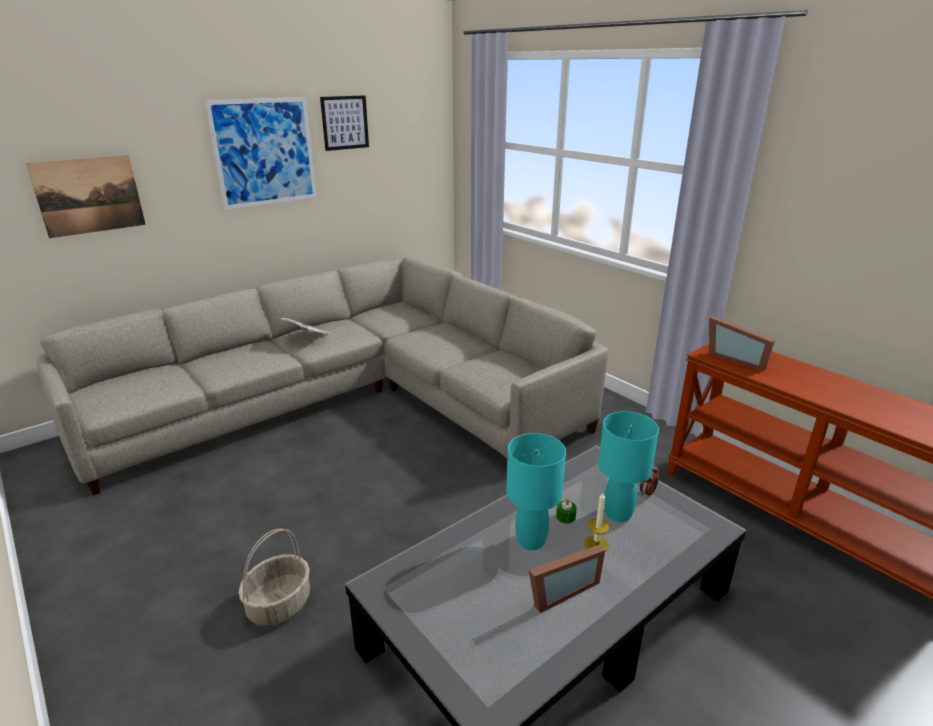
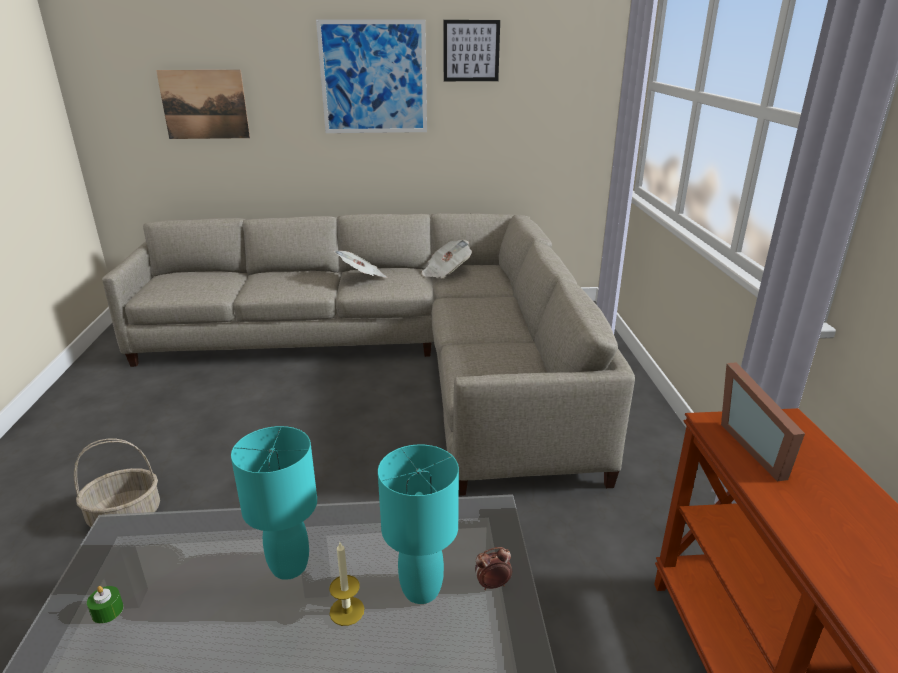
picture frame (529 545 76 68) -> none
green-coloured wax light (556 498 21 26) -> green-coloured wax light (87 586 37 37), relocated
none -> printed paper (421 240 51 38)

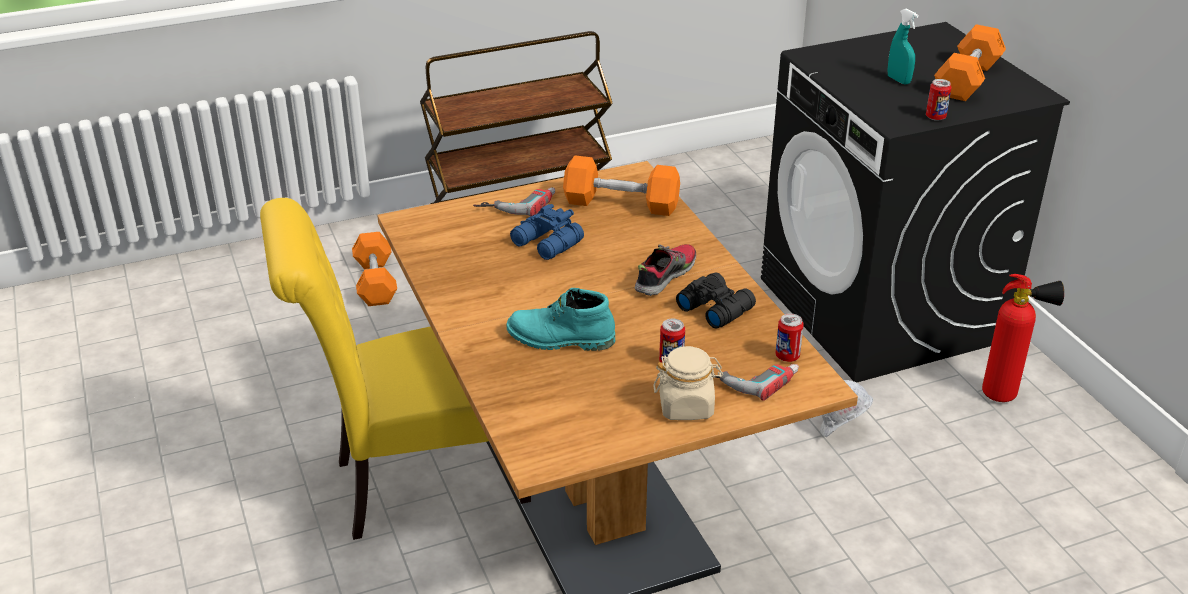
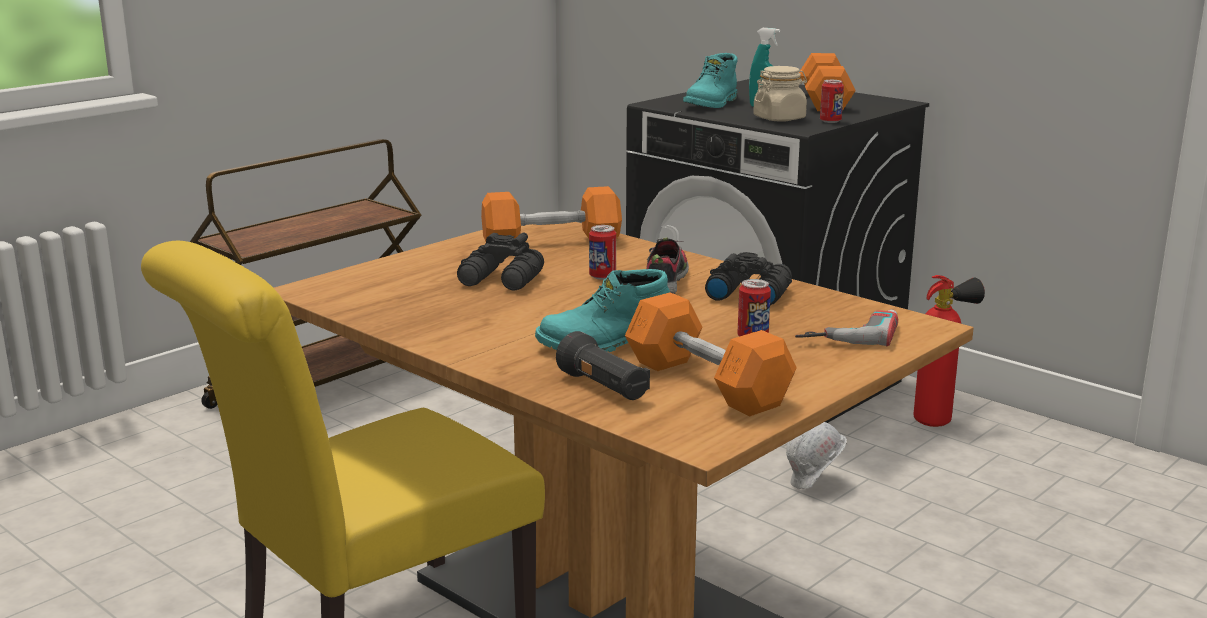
orangey hand weight (352 232 45 74) -> orangey hand weight (625 292 172 124), relocated
power drill (473 187 82 30) -> none
bluish field glasses (510 204 74 56) -> blackish field glasses (457 232 87 59)
sand-coloured storage jar (653 346 70 74) -> sand-coloured storage jar (753 66 54 56), relocated
metal can (775 313 29 49) -> metal can (589 225 27 55), relocated
none -> blackish flashlight (556 331 94 69)
none -> blue-green boot (683 53 55 55)

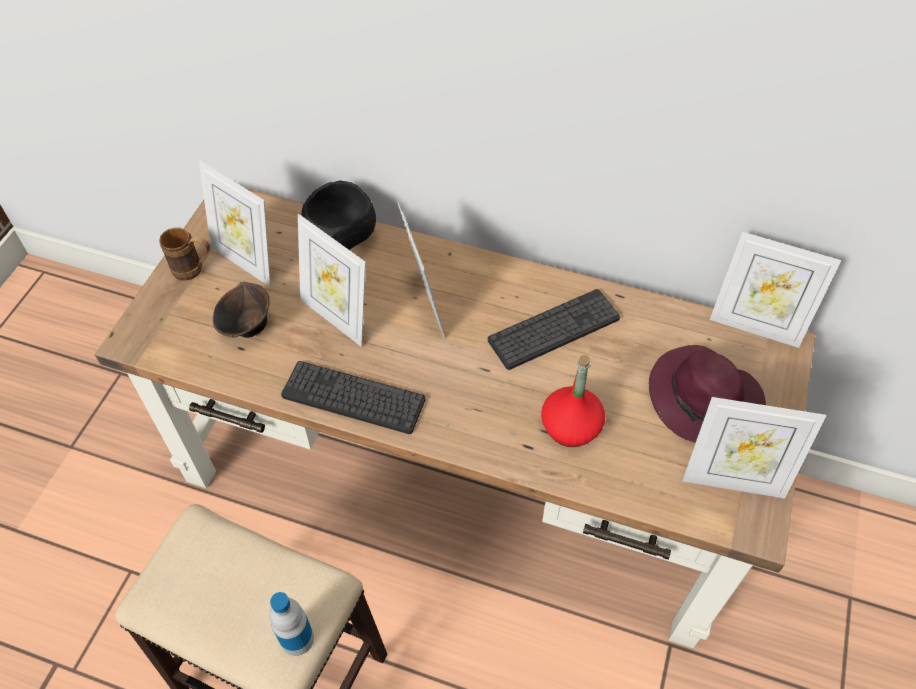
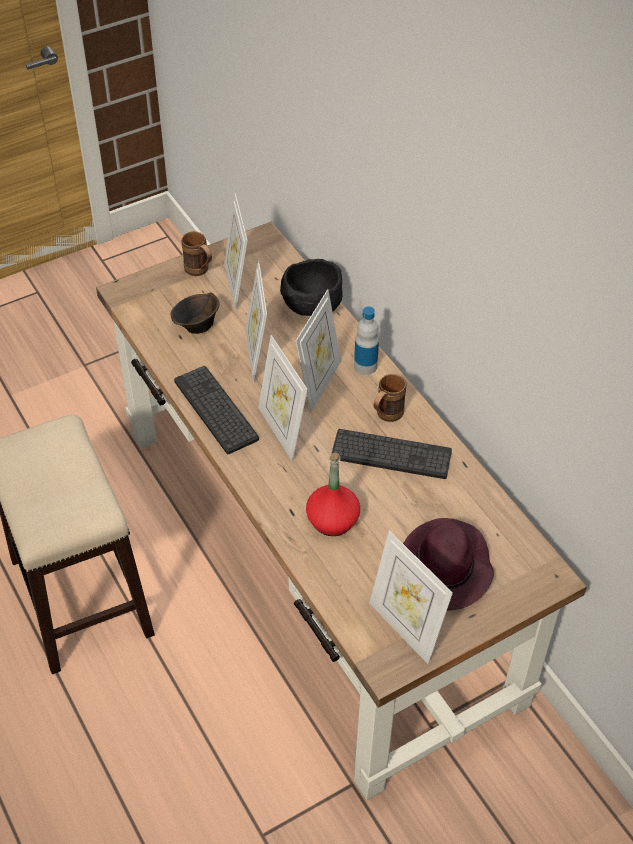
beverage bottle (269 592 45 64) -> beverage bottle (354 306 25 69), relocated
picture frame (710 232 131 116) -> picture frame (258 335 50 126), relocated
none -> brown coffee mug (373 374 33 48)

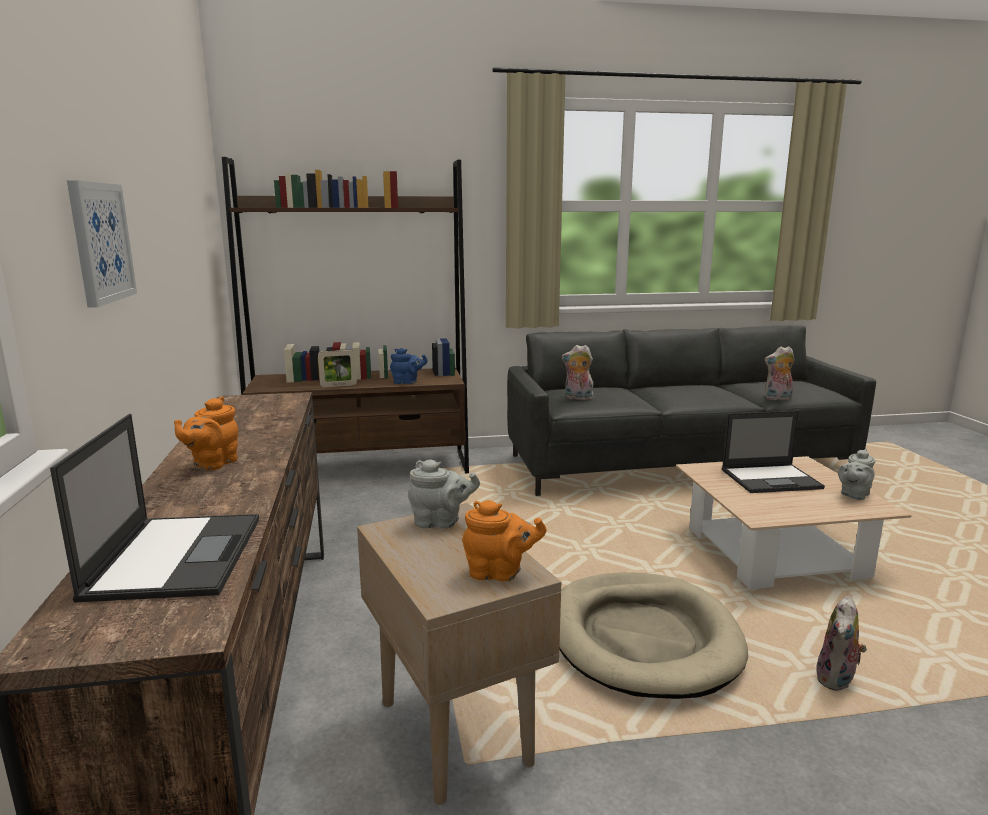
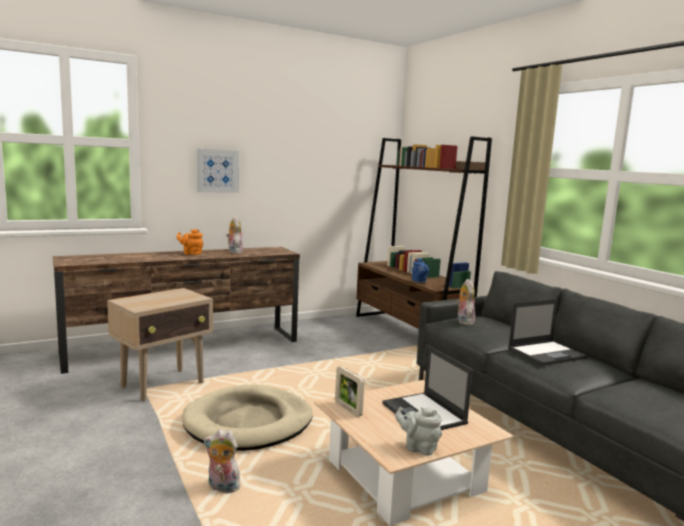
portable computer (50 414 209 189) -> portable computer (508 299 80 67), relocated
picture frame (318 350 39 37) -> picture frame (335 366 29 51), relocated
greyish tea pot (408 460 72 68) -> none
orangey tea pot (463 500 84 81) -> none
cuddly toy (765 346 30 54) -> cuddly toy (226 216 17 38), relocated

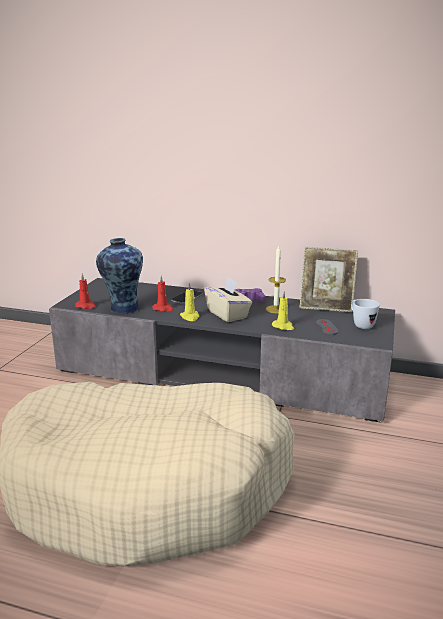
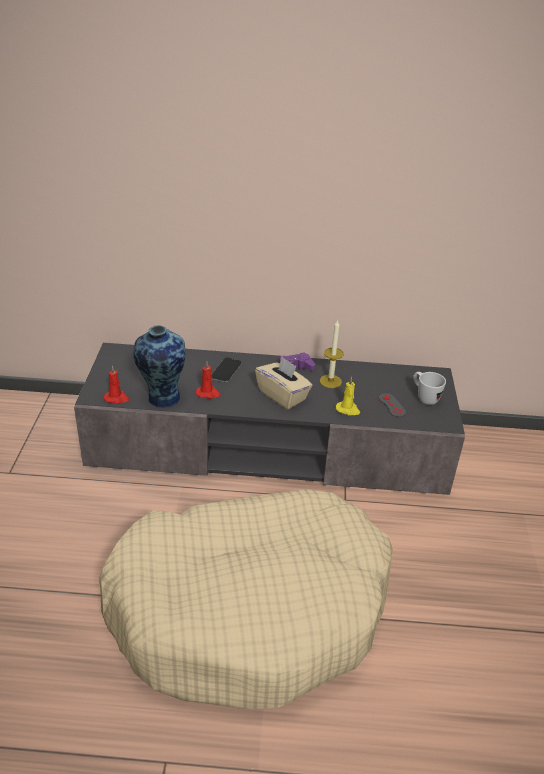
yellow wax light (180 283 19 38) -> none
picture frame (300 247 58 65) -> none

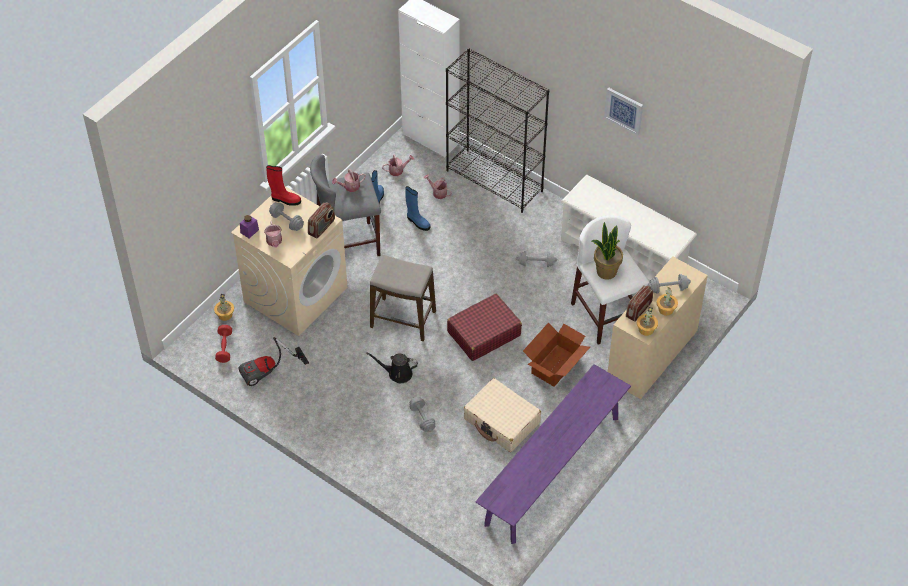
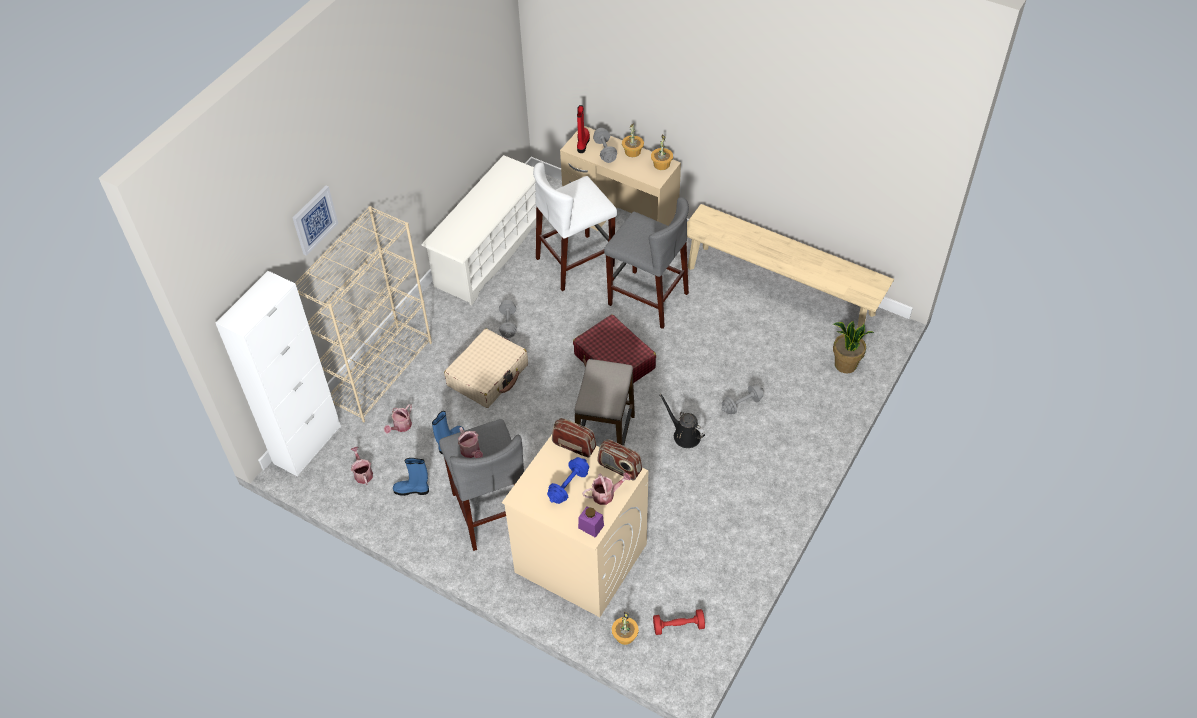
vacuum (238 337 71 49) -> none
red-coloured boot (266 165 35 41) -> red-coloured boot (577 105 13 48), relocated
greyish hand weight (269 202 35 29) -> bluish hand weight (547 457 42 47)
blackish sprinkling can (366 352 52 31) -> blackish sprinkling can (659 394 46 54), 135 degrees clockwise
blackish bookshelf (446 48 103 165) -> sand-coloured bookshelf (295 206 137 216)
sand-coloured piece of luggage (463 378 78 74) -> sand-coloured piece of luggage (444 328 84 80), relocated
purple bench (475 364 156 180) -> sand-coloured bench (687 204 207 124)
carton (523 322 67 65) -> greyish stool (604 197 85 132)
plant in a pot (591 222 32 58) -> plant in a pot (833 321 41 52), relocated
wall picture (604 87 39 48) -> wall picture (293 185 45 71), relocated
radio (626 285 27 37) -> radio (597 439 45 41), relocated

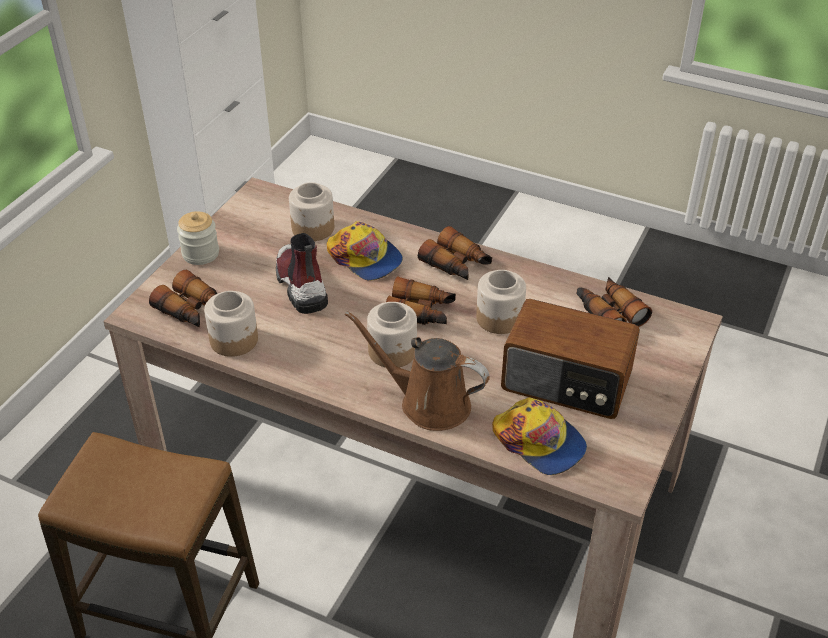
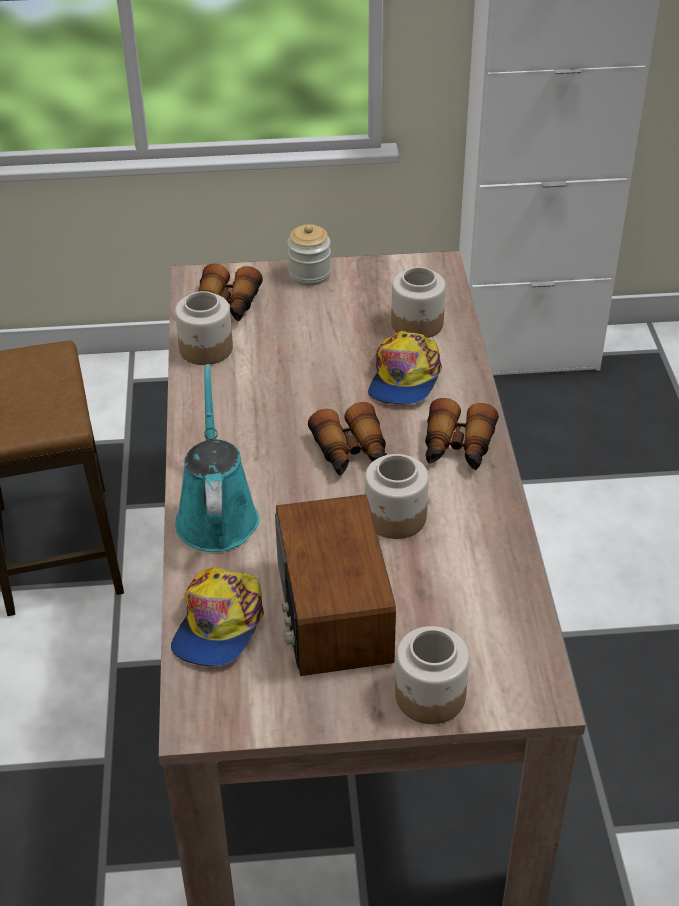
boot (276 233 52 81) -> none
brown sprinkling can (344 311 146 120) -> blue-green sprinkling can (175 364 84 188)
storage jar (367 302 50 66) -> storage jar (395 626 74 98), relocated
field glasses (577 277 75 50) -> none

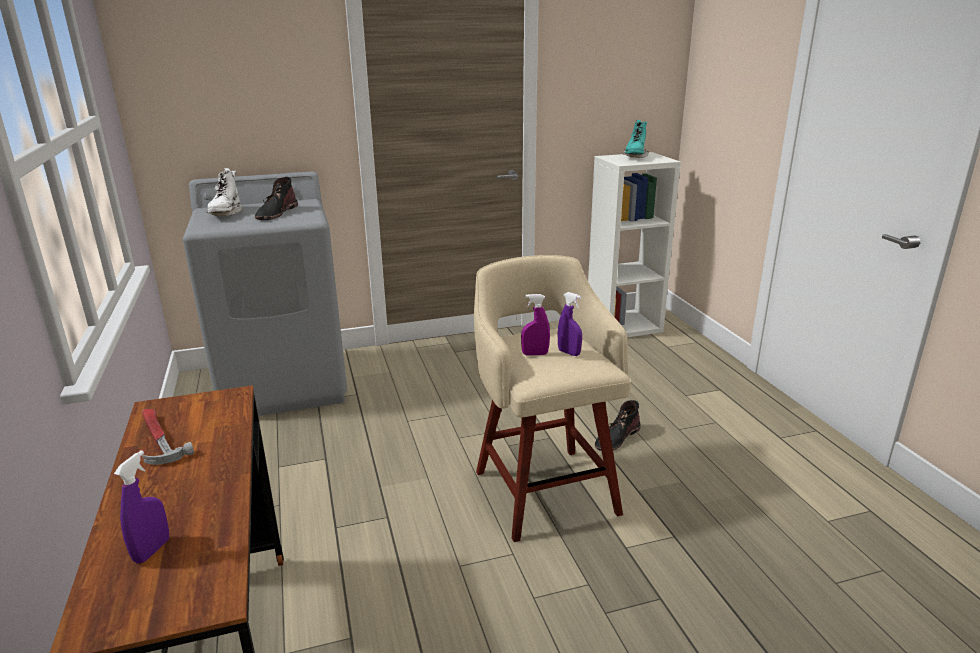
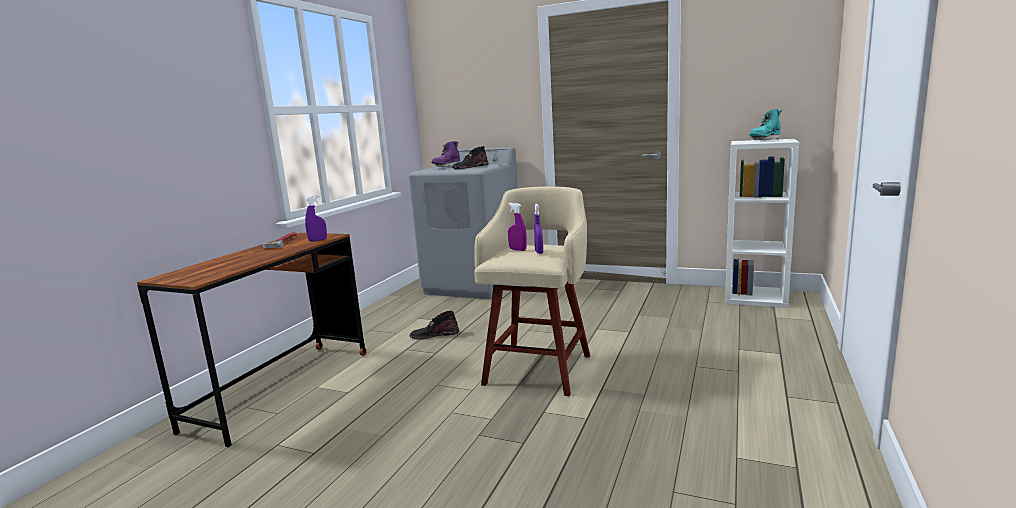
purple hand sprayer (114 450 55 114) -> purple hand sprayer (305 195 22 47), relocated
whitish boot (206 168 36 48) -> purple boot (431 141 29 26)
blackish boot (595 400 46 51) -> blackish boot (410 311 49 28), relocated

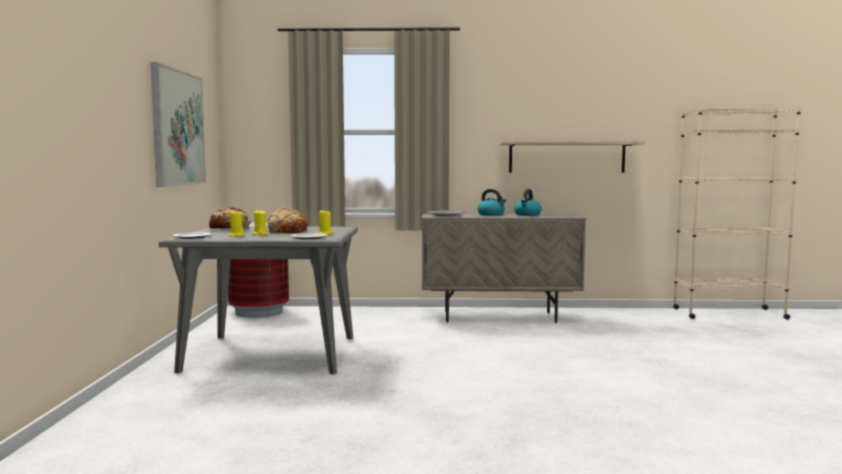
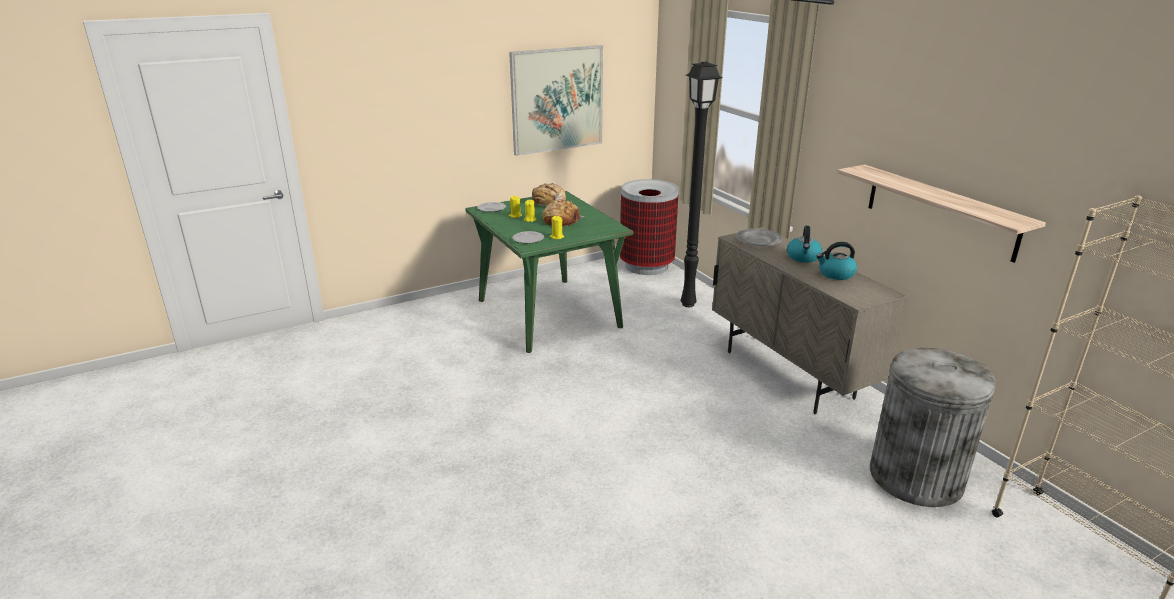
greyish dining table (159 226 199 149) -> green-coloured dining table (466 191 168 162)
none -> blackish standard lamp (680 62 43 245)
none -> greyish rubbish bin (870 348 126 159)

